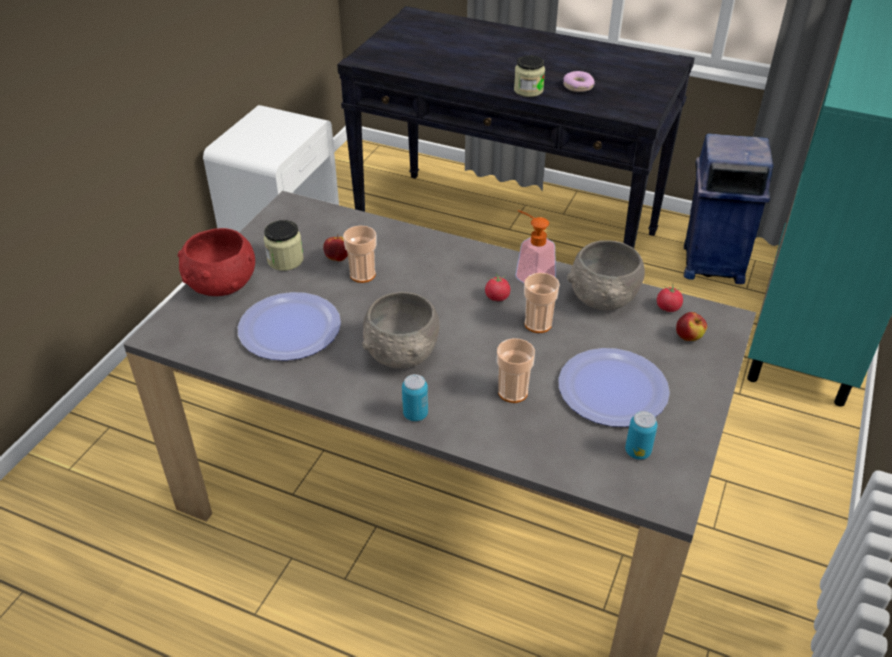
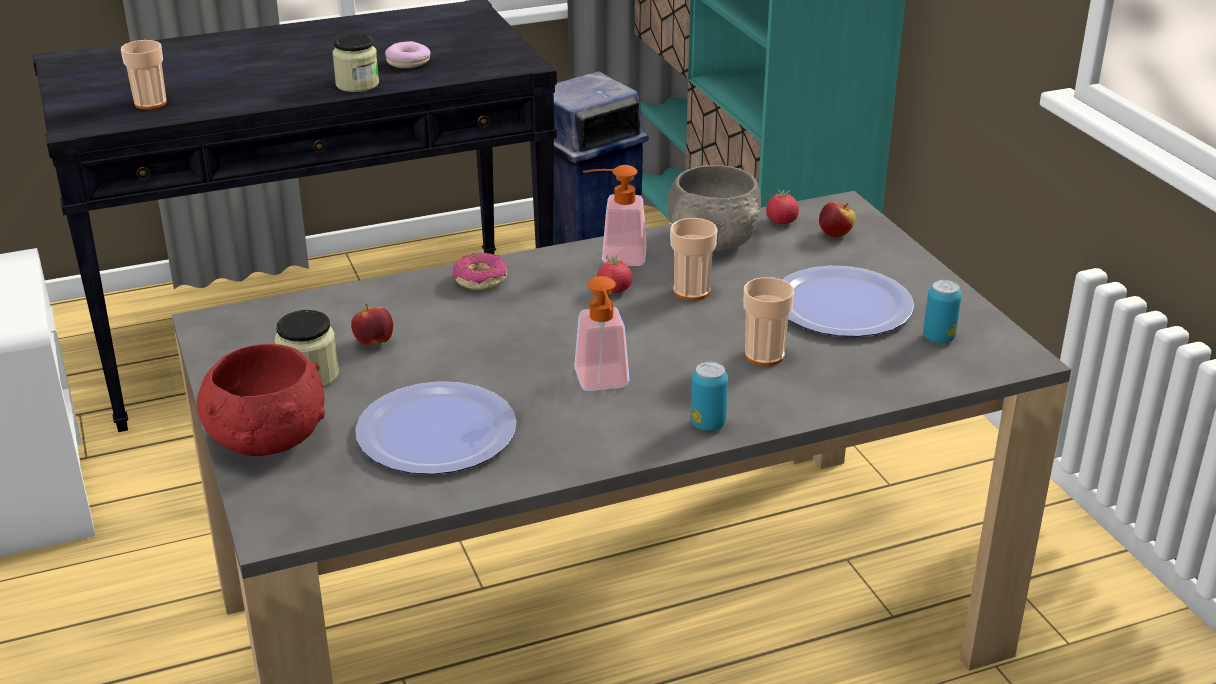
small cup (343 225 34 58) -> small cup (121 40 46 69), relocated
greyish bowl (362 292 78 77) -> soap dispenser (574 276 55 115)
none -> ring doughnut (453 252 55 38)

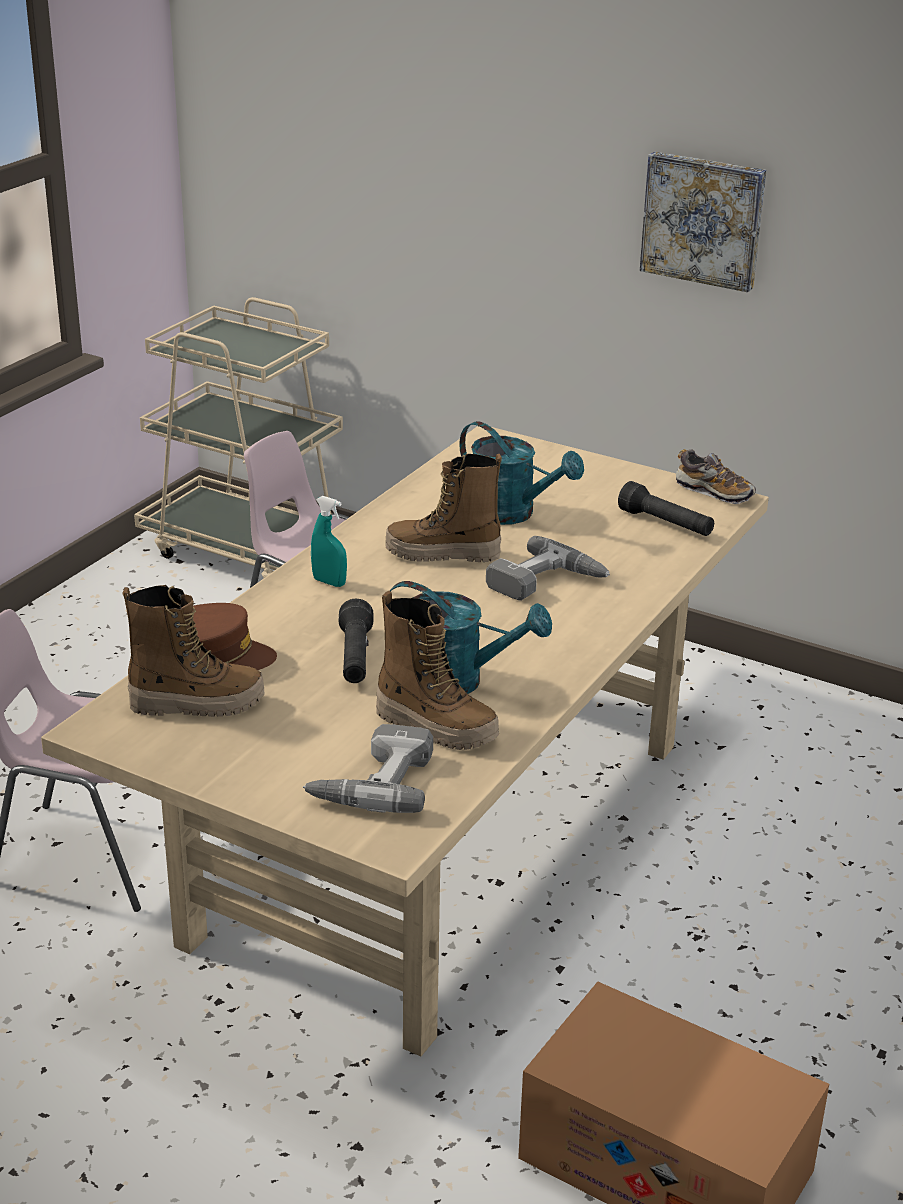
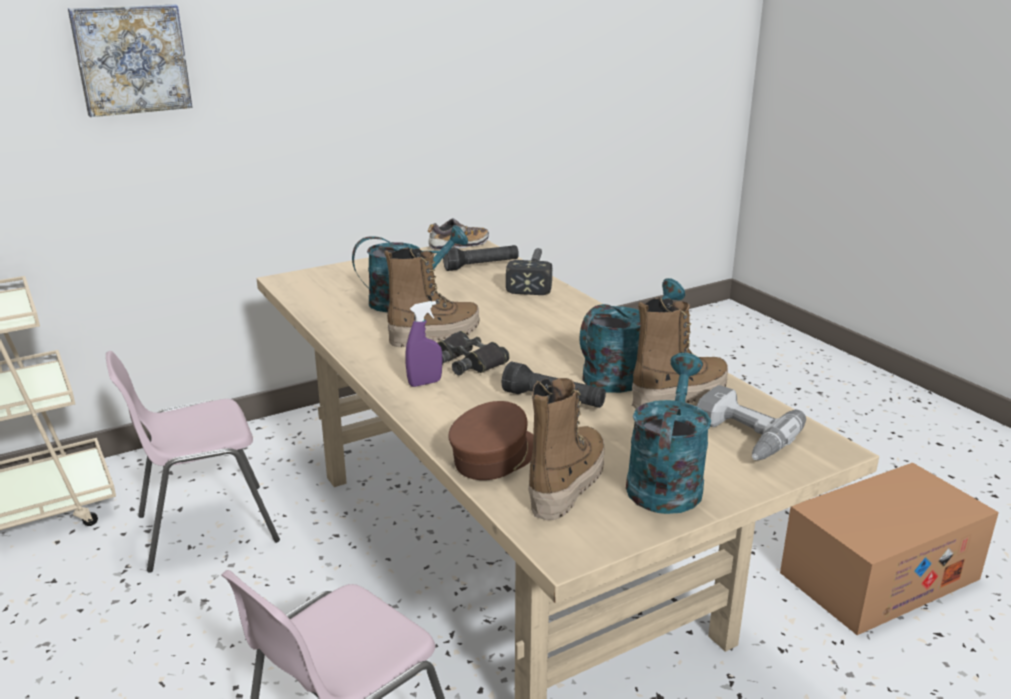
blue-green hand sprayer (311 496 36 91) -> purple hand sprayer (405 301 37 86)
boot (386 454 116 108) -> boot (384 247 96 100), 150 degrees counterclockwise
power drill (486 536 124 65) -> none
wall picture (640 152 126 140) -> wall picture (68 4 124 113), relocated
none -> blackish field glasses (438 331 72 44)
none -> hammer (506 248 46 47)
none -> blue-green sprinkling can (626 353 85 161)

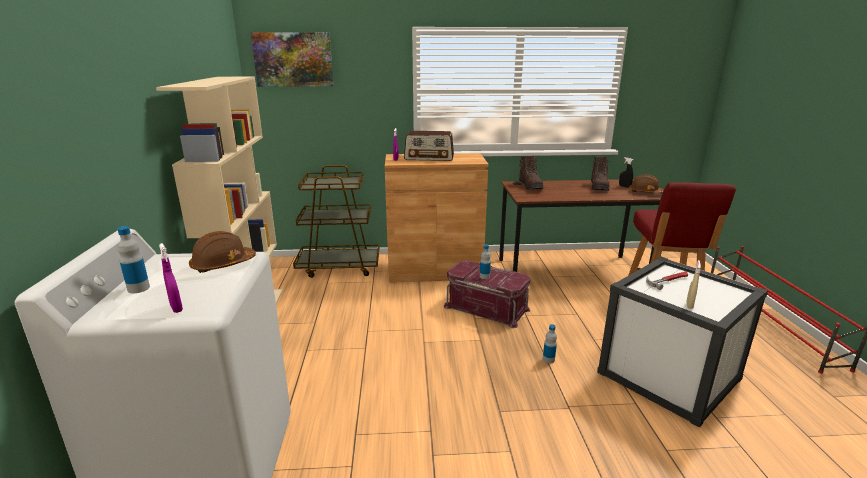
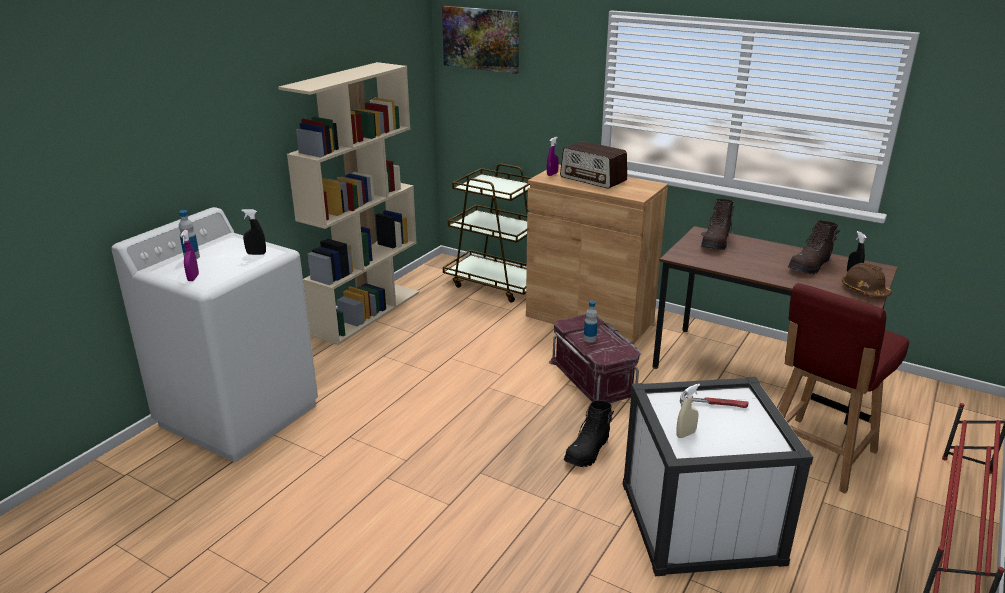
brown safety helmet (189 231 67 42) -> blackish hand sprayer (241 209 25 46)
beverage bottle (543 324 14 39) -> blackish boot (564 401 50 66)

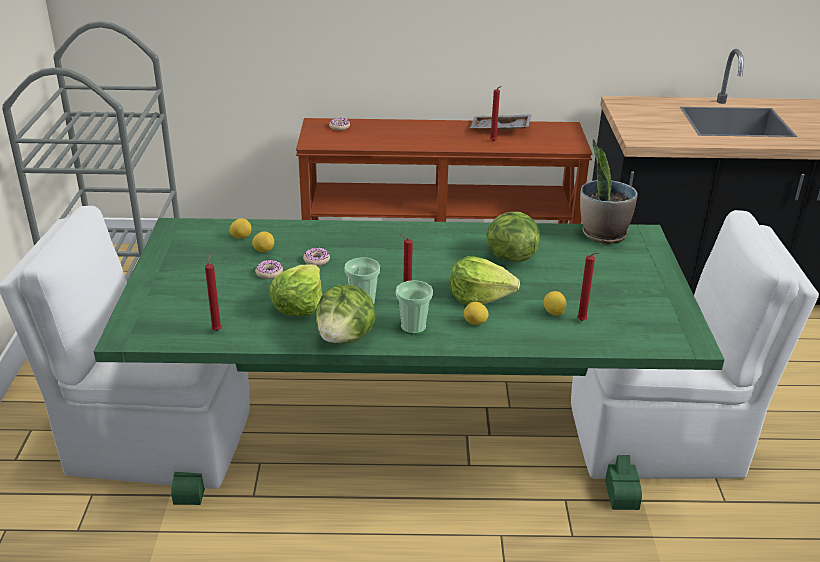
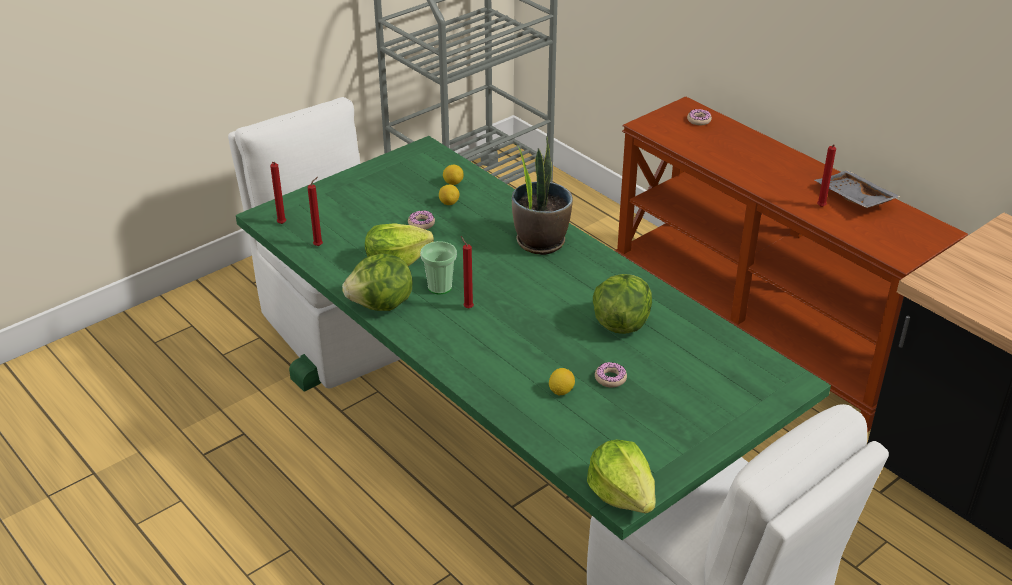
ring doughnut (303 248 27 18) -> ring doughnut (595 362 32 25), relocated
small cup (396 280 37 55) -> none
head of lettuce (450 256 70 48) -> head of lettuce (587 440 69 73), relocated
citrus fruit (464 302 25 23) -> none
red-coloured wax light (577 252 22 69) -> red-coloured wax light (270 162 16 62), relocated
plant in a pot (580 138 58 106) -> plant in a pot (512 136 61 119), relocated

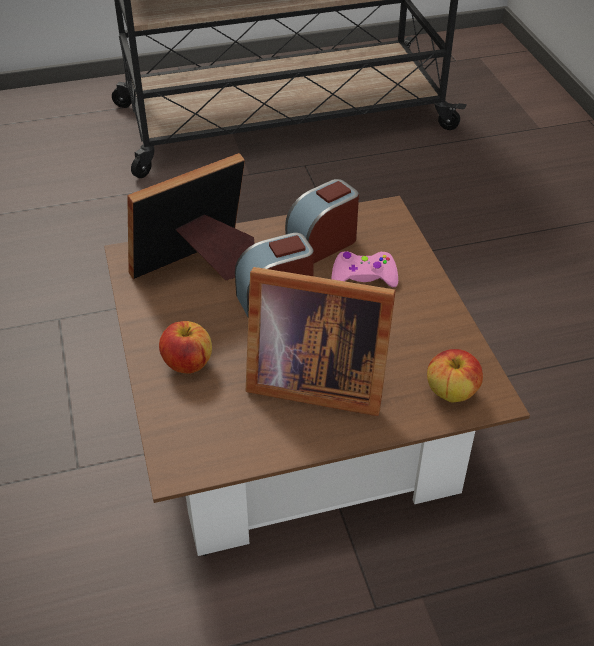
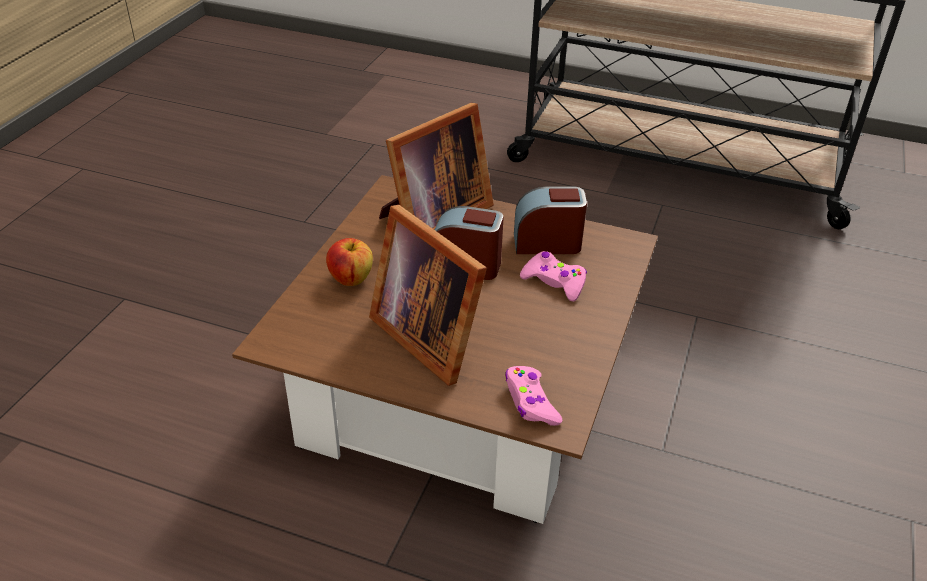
picture frame (127 153 128 127) -> picture frame (379 103 115 127), 135 degrees clockwise
whole apple (427 349 56 54) -> pink-coloured gamepad (505 366 57 60)

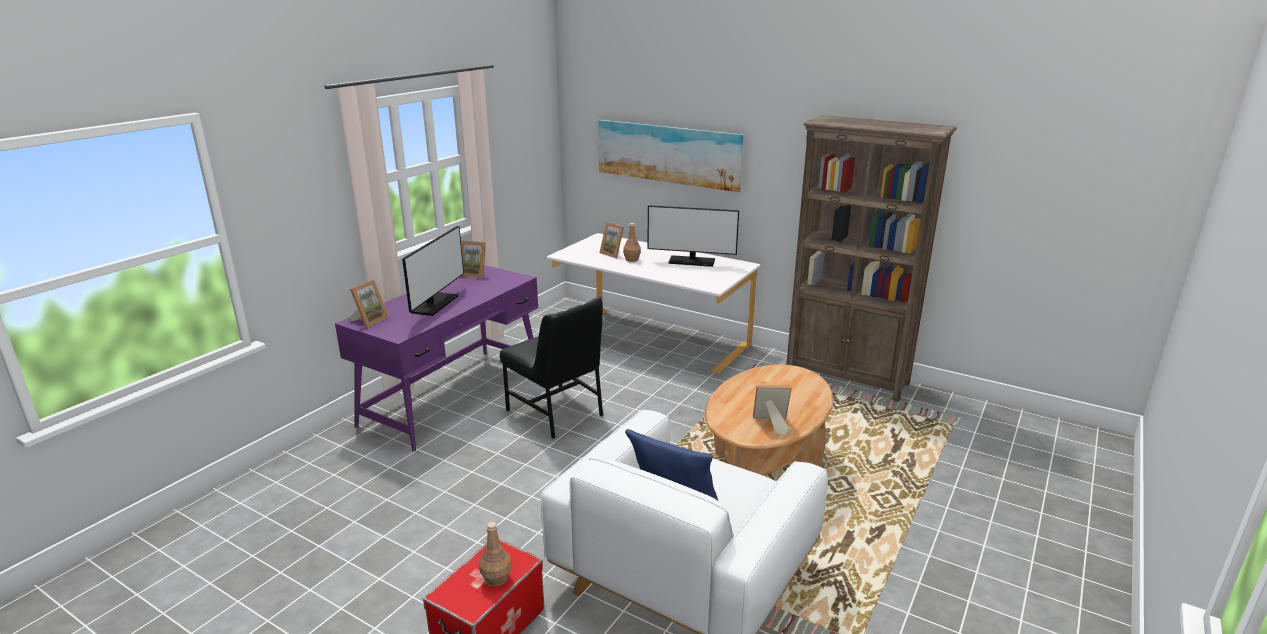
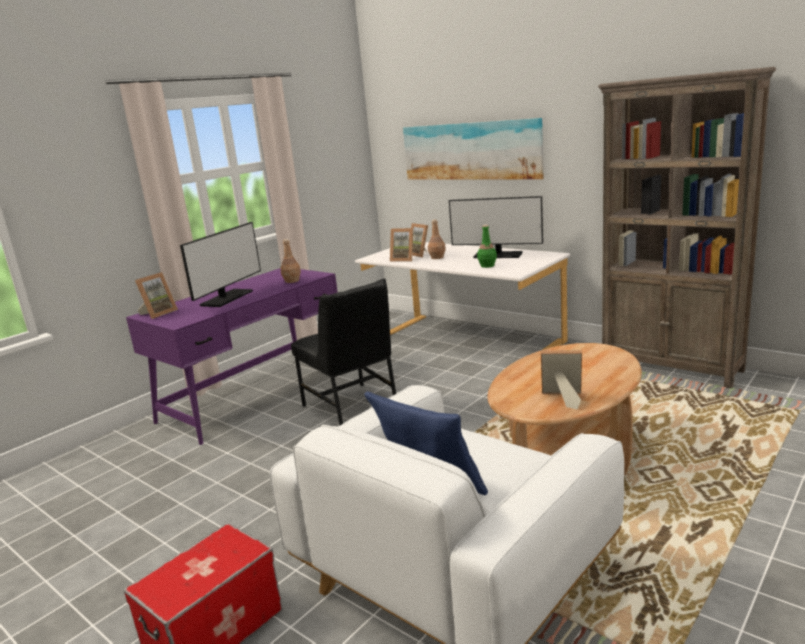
picture frame (461 241 25 37) -> picture frame (390 228 23 34), relocated
brown beverage bottle (479 522 33 64) -> brown beverage bottle (280 239 21 44), relocated
none -> green-coloured beverage bottle (477 225 20 43)

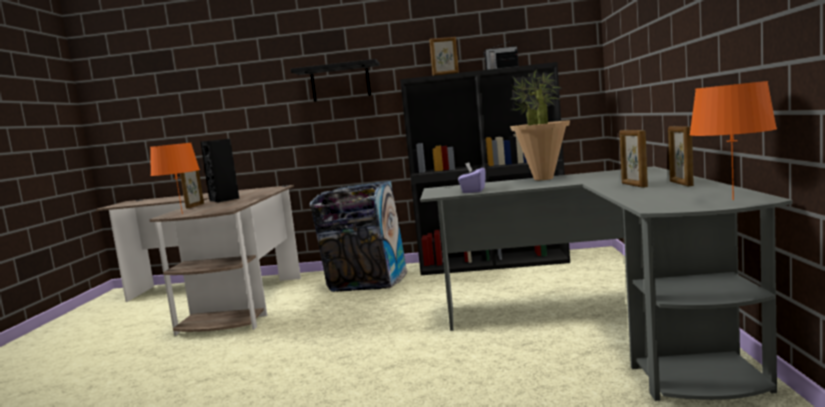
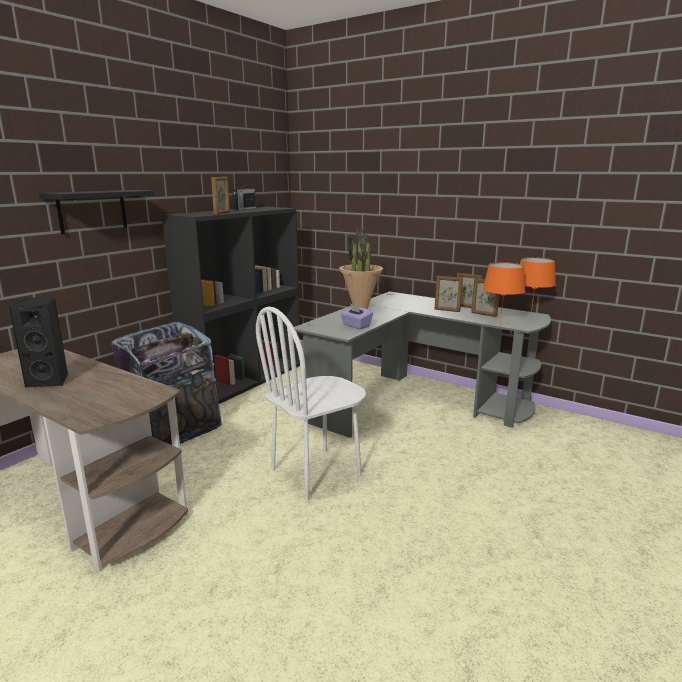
orangey table lamp (150 143 50 71) -> orangey table lamp (483 262 42 63), relocated
picture frame (180 170 24 39) -> picture frame (471 278 29 39), relocated
none -> whitish upright chair (256 306 110 195)

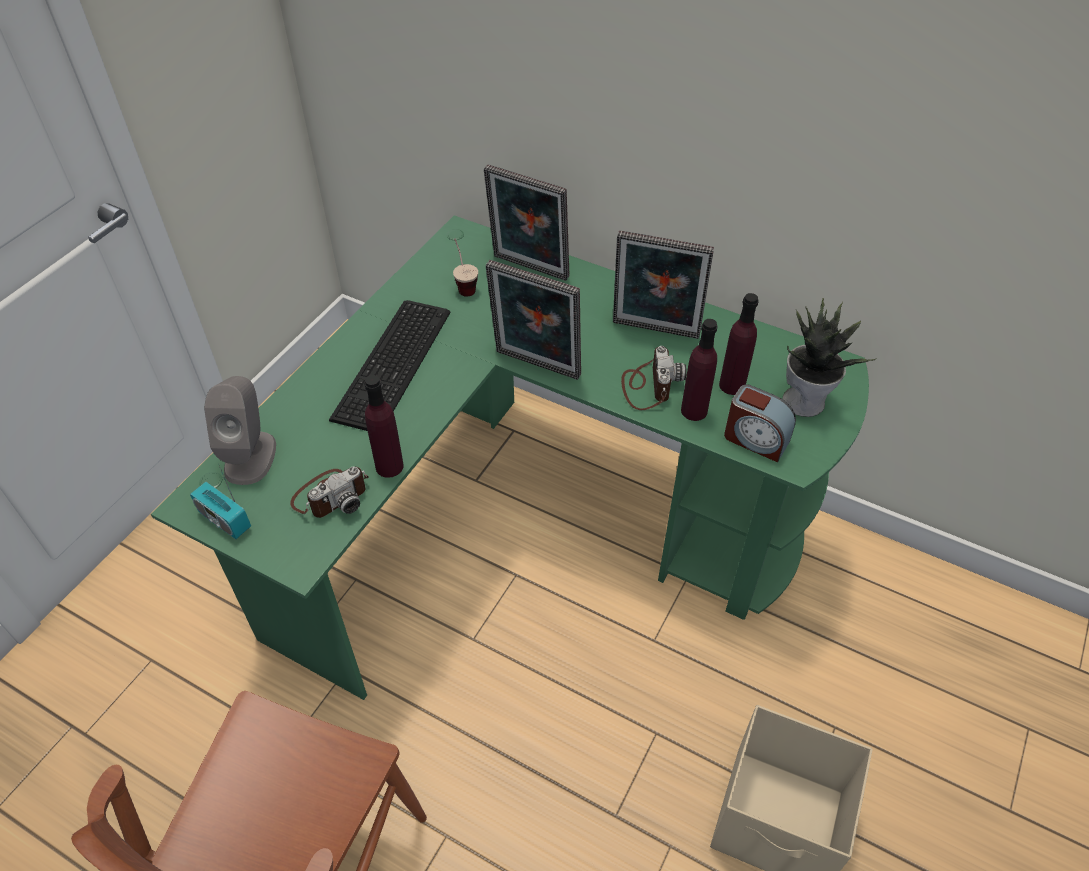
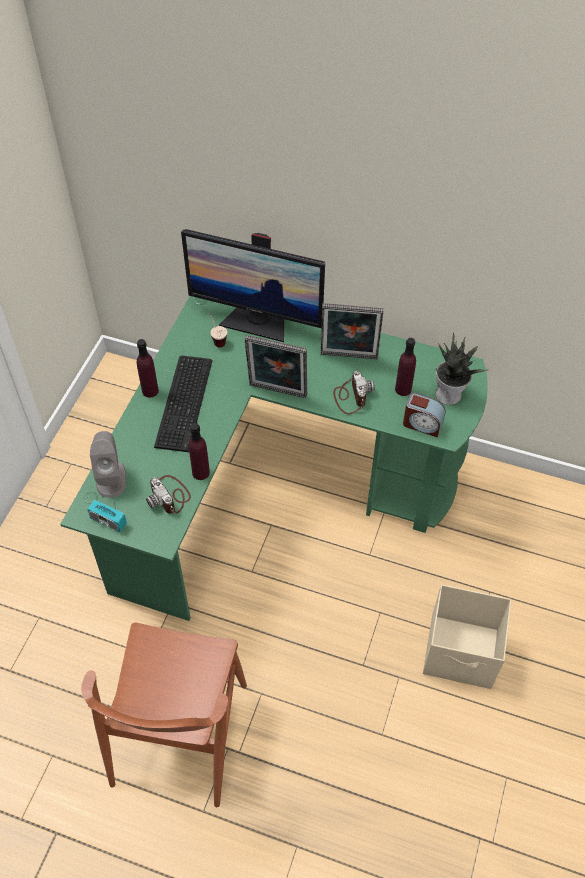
photo camera (290 467 79 51) -> photo camera (146 475 45 39), 105 degrees clockwise
picture frame (484 164 86 117) -> computer screen (181 229 144 113)
purple beverage bottle (681 319 37 102) -> purple beverage bottle (137 339 22 59), relocated

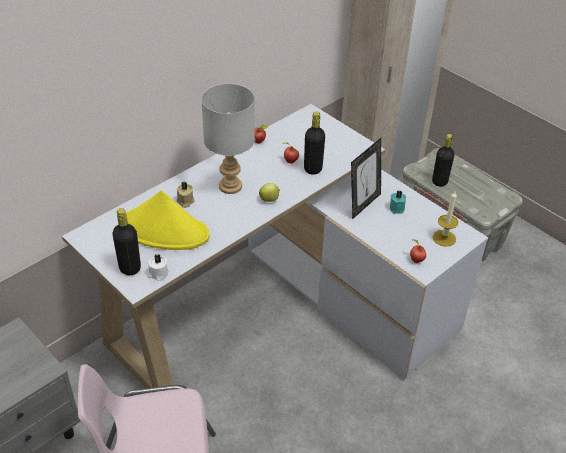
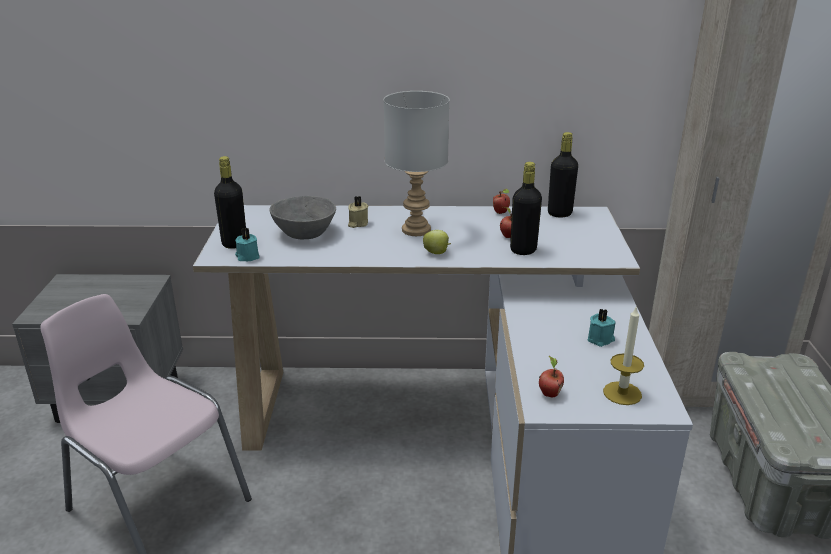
yellow wearable hat (126 190 84 60) -> greyish bowl (270 196 66 43)
whitish wax light (148 254 21 27) -> blue-green wax light (235 228 25 33)
picture frame (351 138 30 82) -> none
blackish beverage bottle (432 134 23 53) -> blackish beverage bottle (548 132 30 85), relocated

